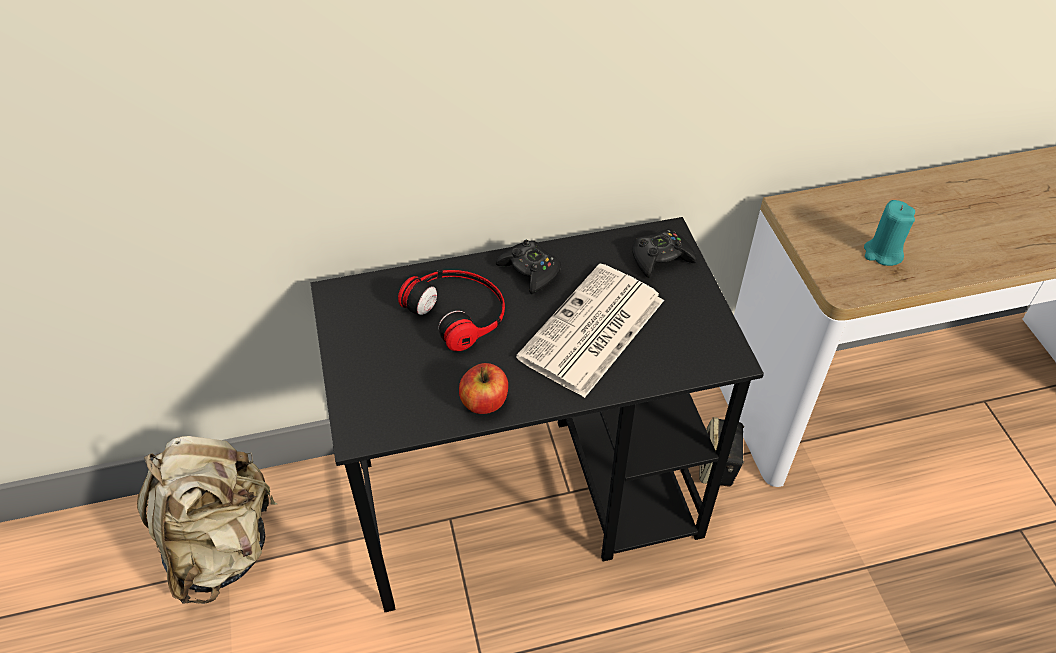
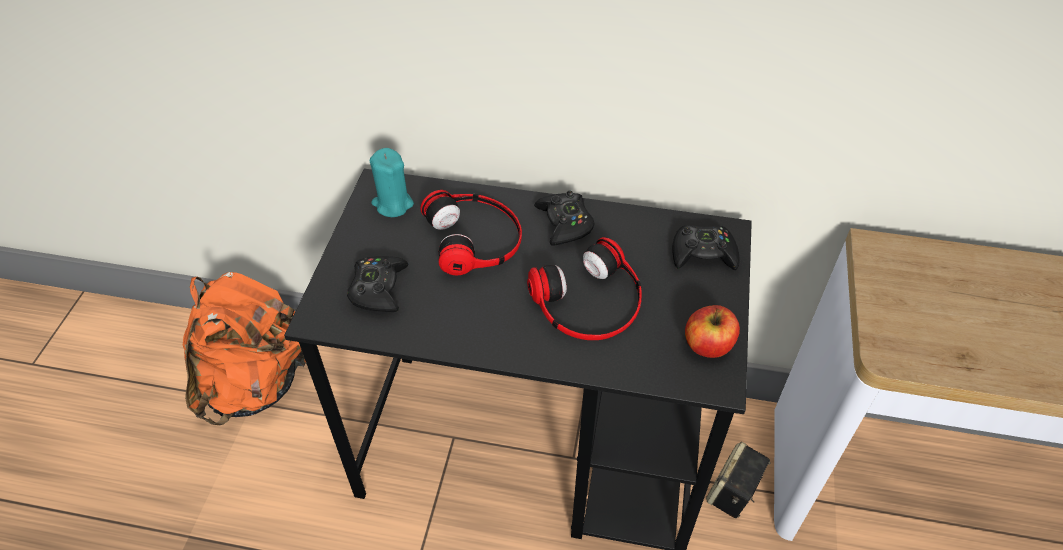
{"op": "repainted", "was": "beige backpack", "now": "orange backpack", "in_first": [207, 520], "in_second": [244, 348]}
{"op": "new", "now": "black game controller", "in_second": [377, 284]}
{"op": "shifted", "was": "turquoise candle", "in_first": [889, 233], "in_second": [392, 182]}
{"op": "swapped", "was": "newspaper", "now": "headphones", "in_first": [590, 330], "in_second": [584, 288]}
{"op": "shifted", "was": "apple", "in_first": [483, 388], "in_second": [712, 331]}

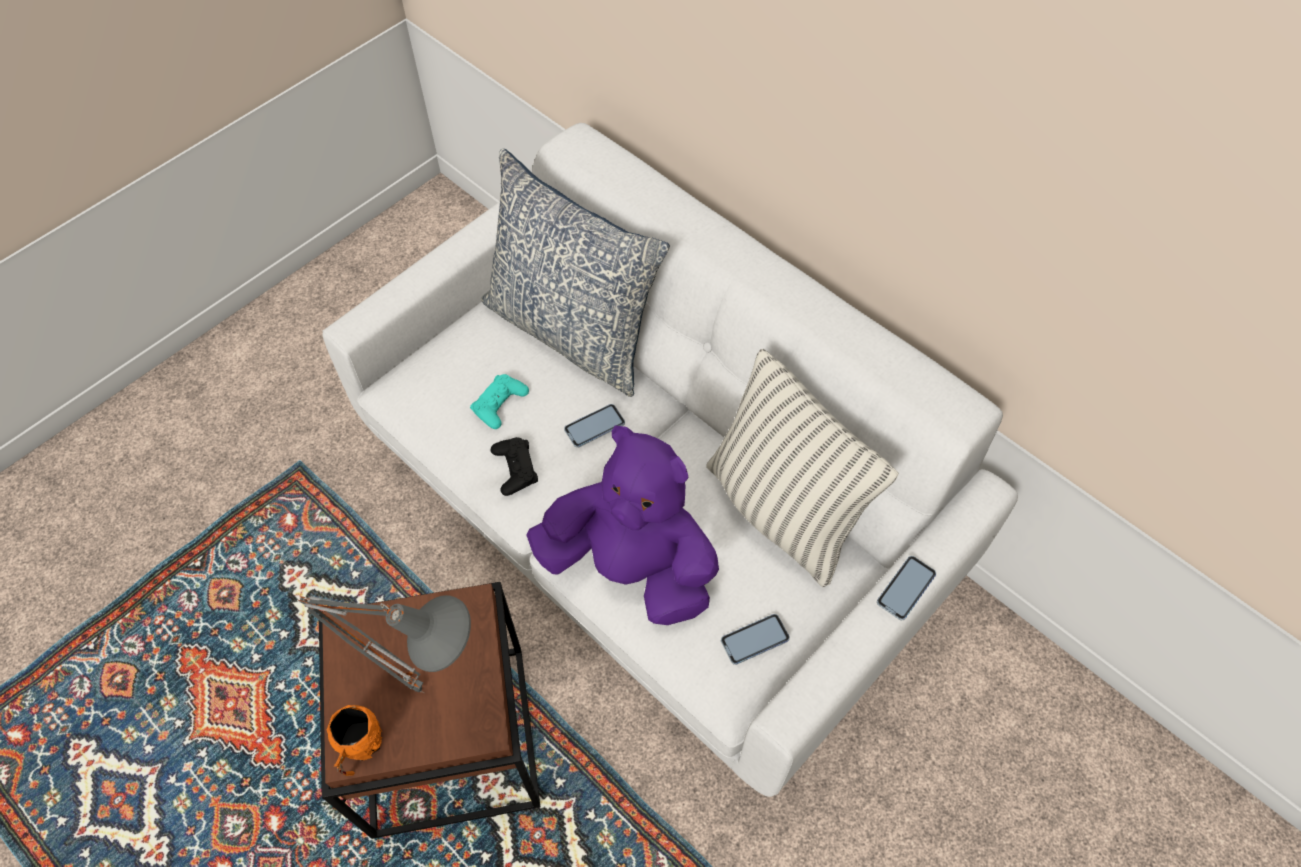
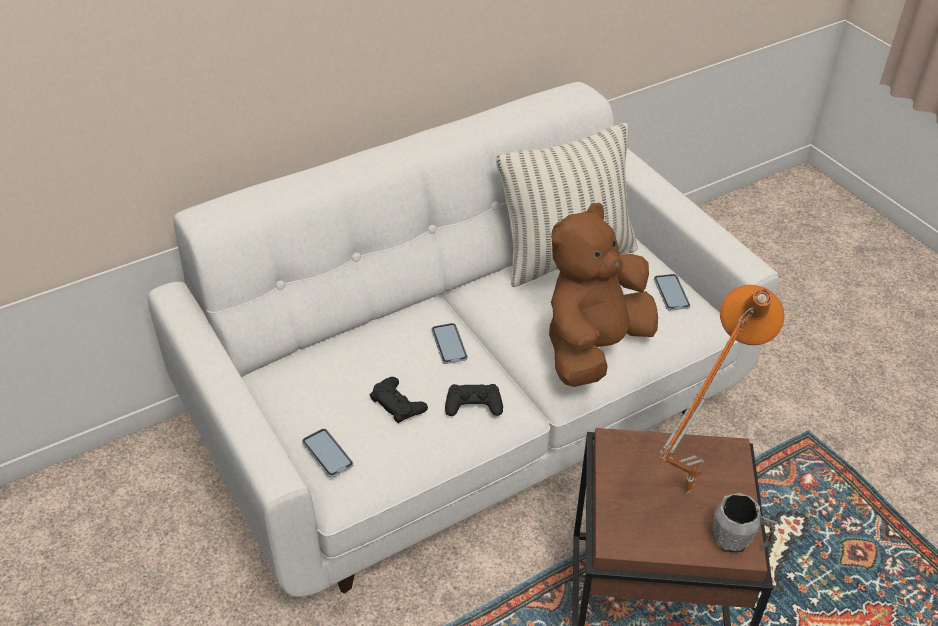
{"op": "shifted", "was": "phone", "in_first": [906, 588], "in_second": [327, 453]}
{"op": "repainted", "was": "turquoise game controller", "now": "black game controller", "in_first": [499, 401], "in_second": [398, 400]}
{"op": "repainted", "was": "purple plush toy", "now": "brown plush toy", "in_first": [622, 525], "in_second": [603, 295]}
{"op": "repainted", "was": "grey table lamp", "now": "orange table lamp", "in_first": [384, 644], "in_second": [721, 390]}
{"op": "repainted", "was": "orange mug", "now": "grey mug", "in_first": [354, 740], "in_second": [745, 522]}
{"op": "gone", "was": "pillow", "in_first": [575, 273]}

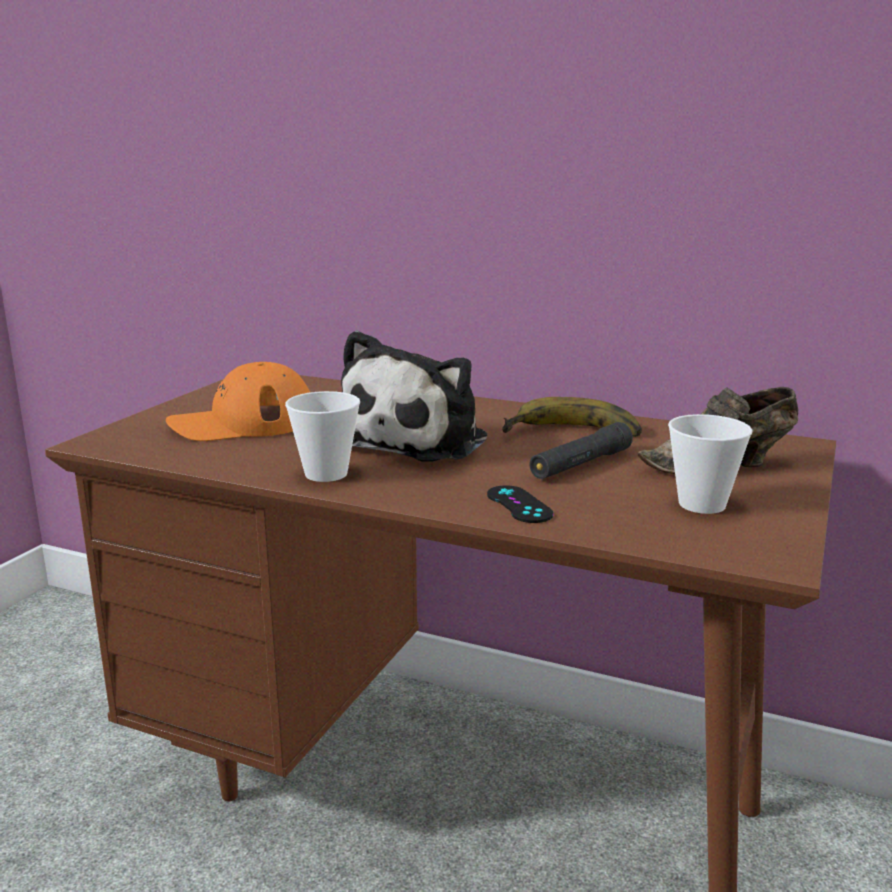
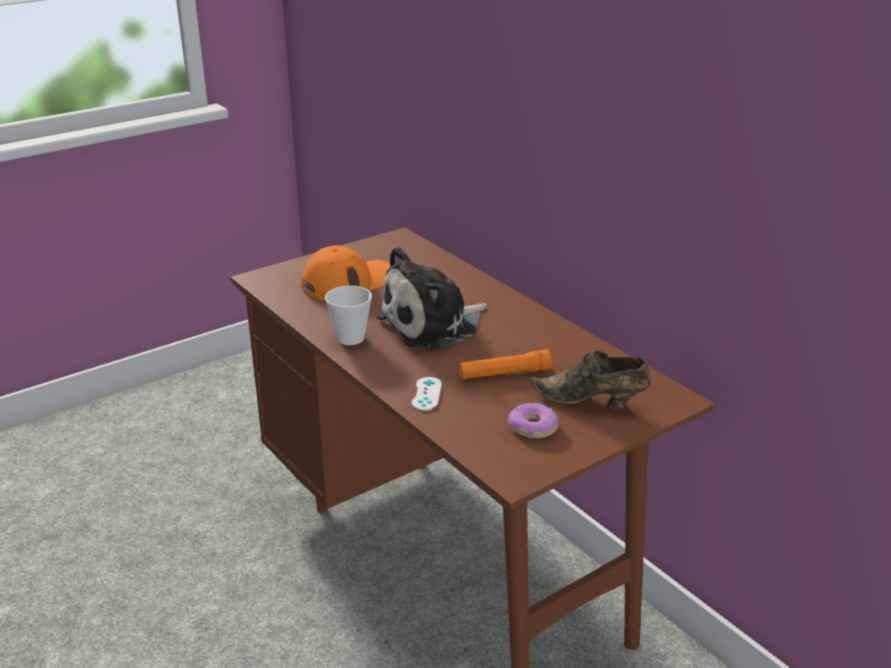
{"op": "rotated", "was": "orange cap", "in_first": [238, 401], "in_second": [346, 273], "clockwise": 135}
{"op": "repainted", "was": "black game controller", "now": "white game controller", "in_first": [520, 504], "in_second": [427, 394]}
{"op": "repainted", "was": "black flashlight", "now": "orange flashlight", "in_first": [581, 450], "in_second": [505, 364]}
{"op": "swapped", "was": "cup", "now": "donut", "in_first": [710, 464], "in_second": [533, 420]}
{"op": "gone", "was": "banana", "in_first": [572, 417]}

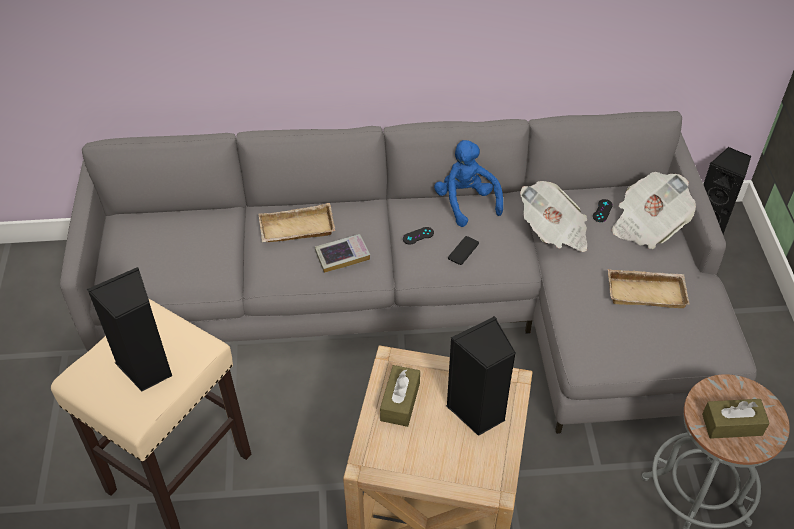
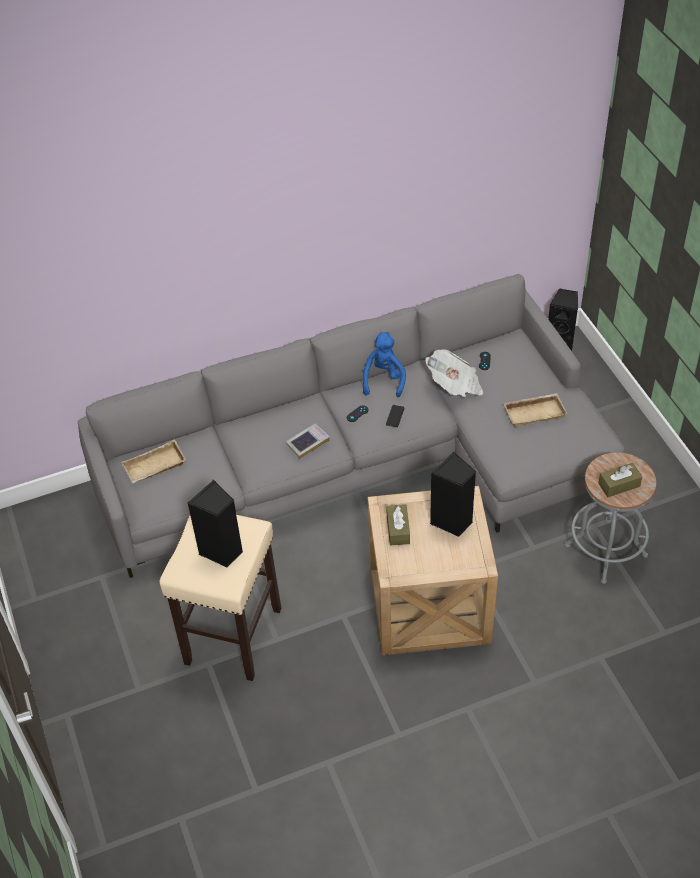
{"op": "shifted", "was": "beige tray", "in_first": [296, 222], "in_second": [154, 461]}
{"op": "rotated", "was": "blue plush toy", "in_first": [468, 183], "in_second": [384, 364], "clockwise": 45}
{"op": "gone", "was": "newspaper", "in_first": [654, 210]}

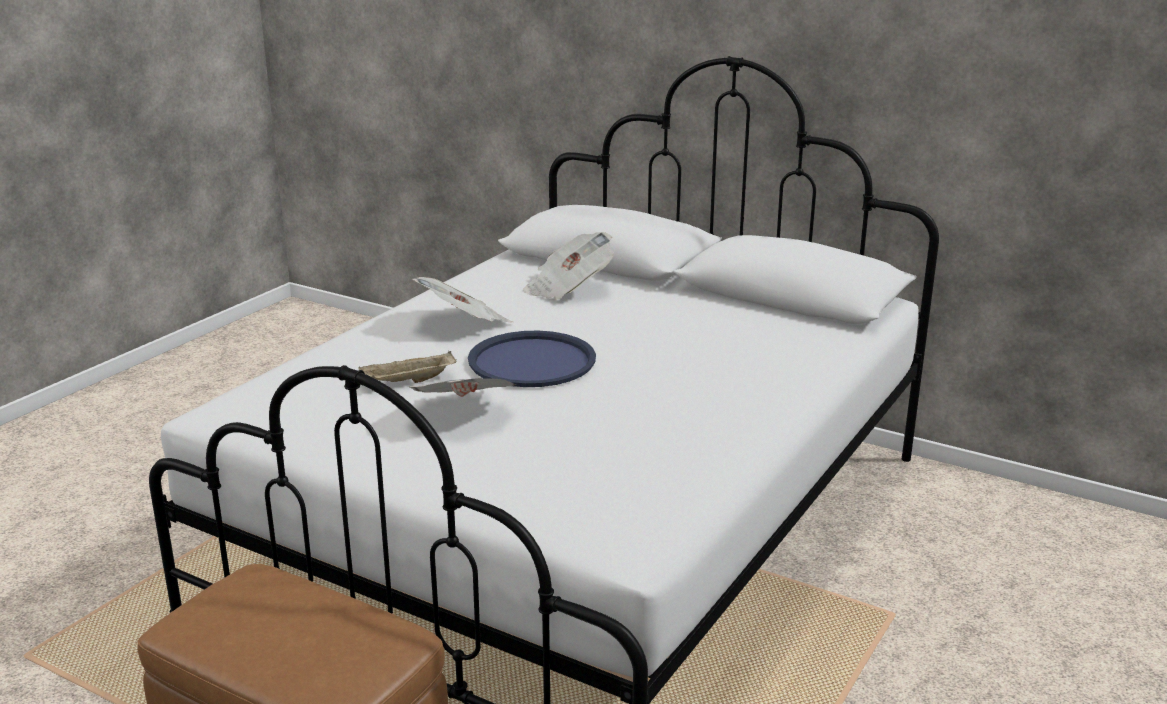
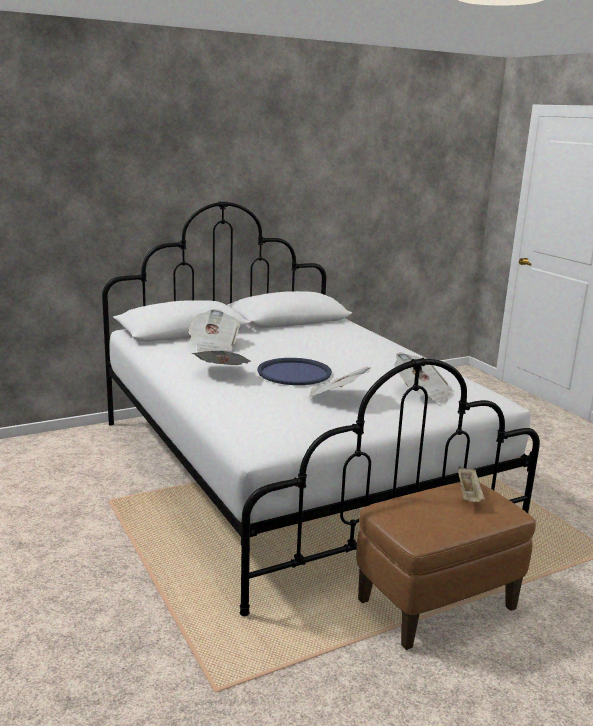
{"op": "new", "now": "newspaper", "in_second": [423, 378]}
{"op": "shifted", "was": "beige tray", "in_first": [407, 367], "in_second": [471, 484]}

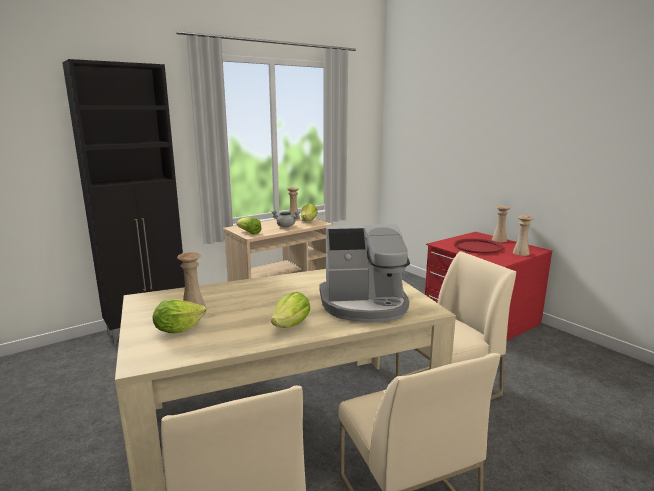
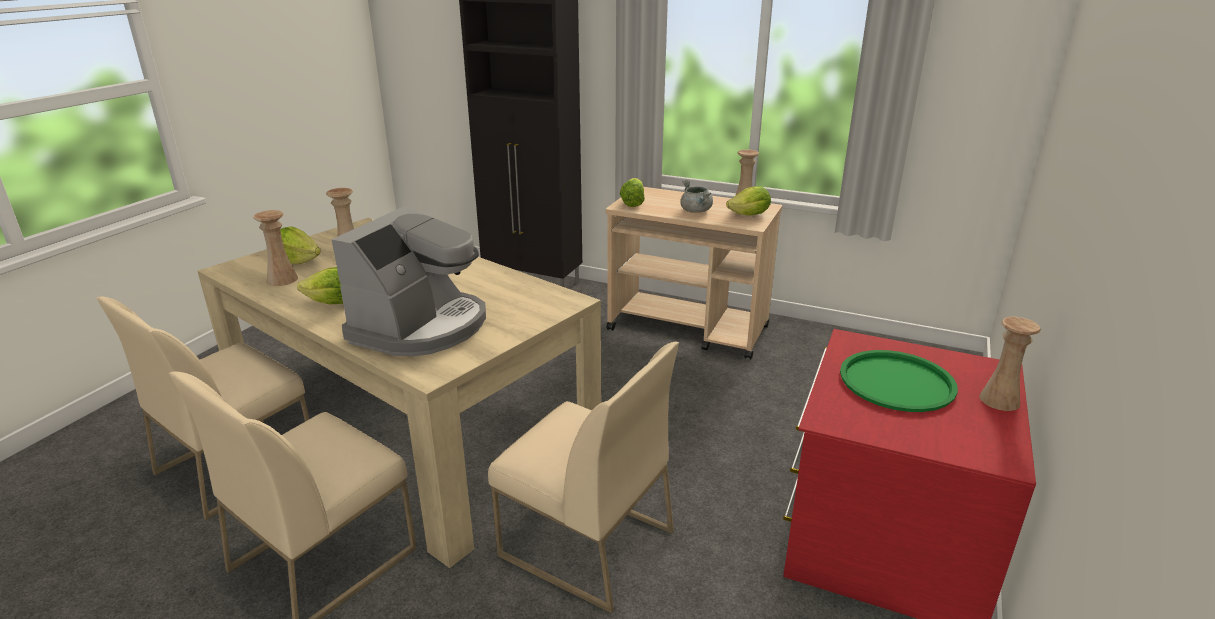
{"op": "shifted", "was": "beige vase", "in_first": [523, 236], "in_second": [275, 248]}
{"op": "rotated", "was": "coffee machine", "in_first": [364, 273], "in_second": [408, 281], "clockwise": -120}
{"op": "repainted", "was": "red tray", "now": "green tray", "in_first": [478, 246], "in_second": [899, 381]}

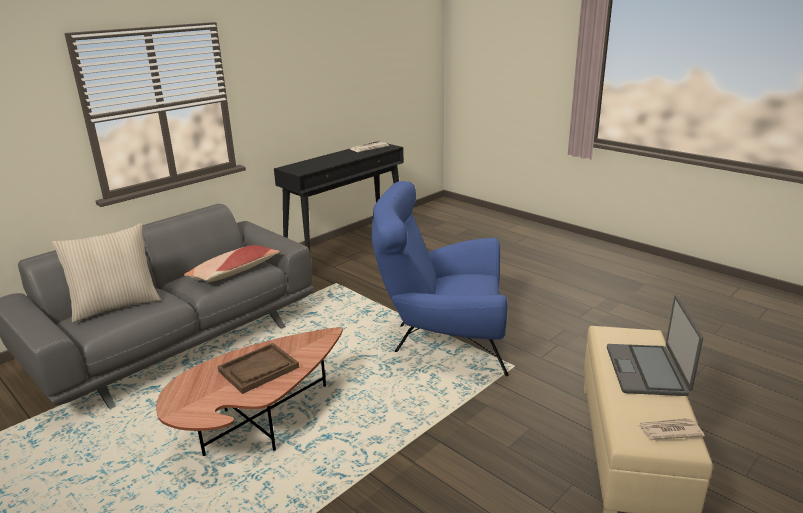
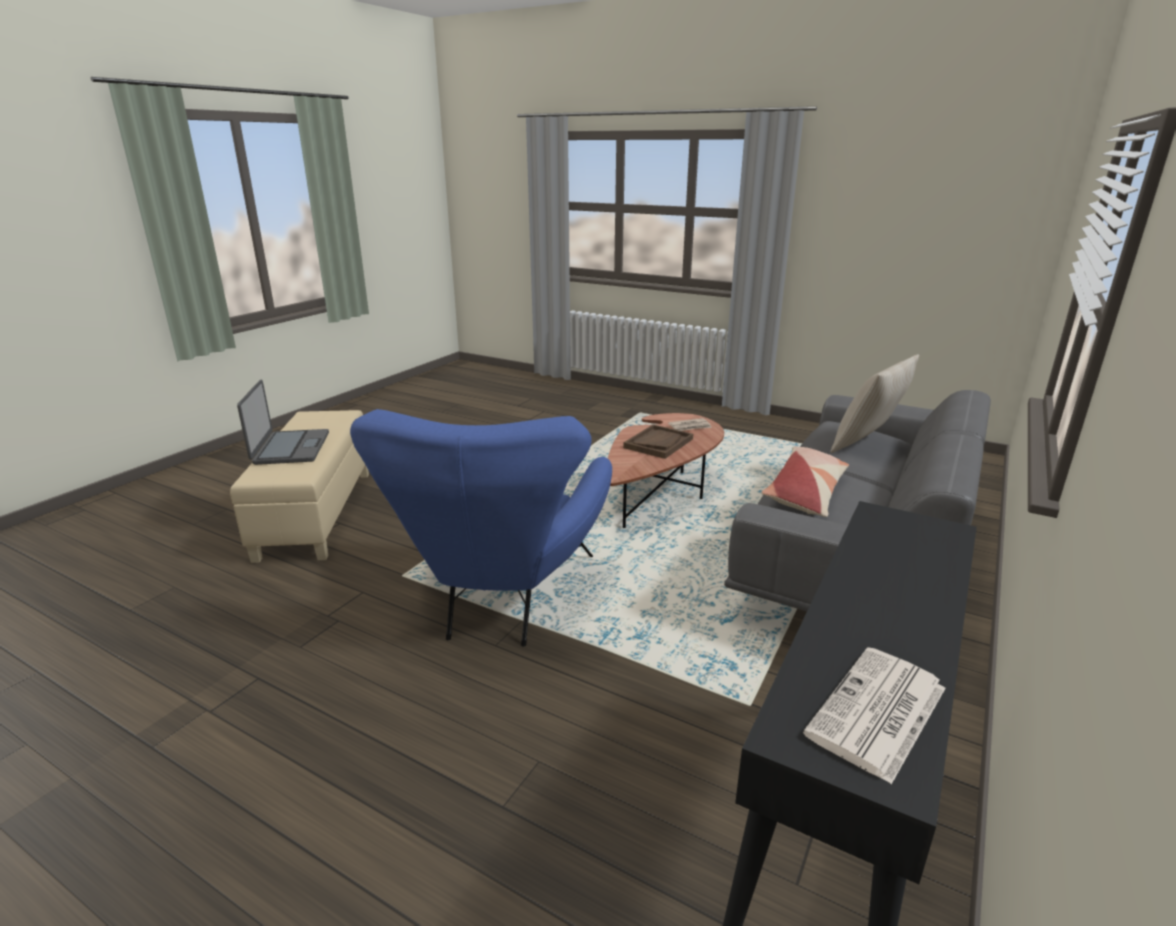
{"op": "rotated", "was": "blue armchair", "in_first": [440, 278], "in_second": [481, 528], "clockwise": 105}
{"op": "shifted", "was": "newspaper", "in_first": [671, 429], "in_second": [690, 424]}

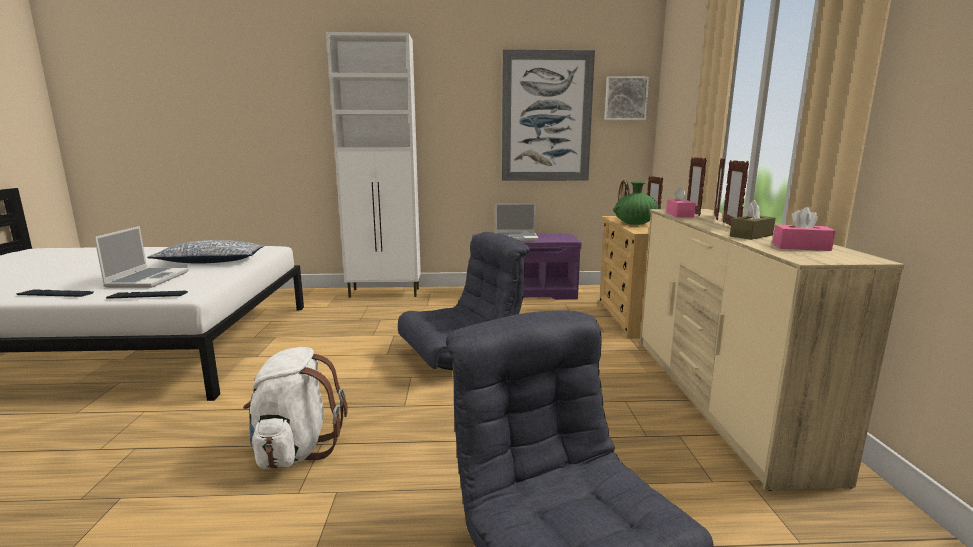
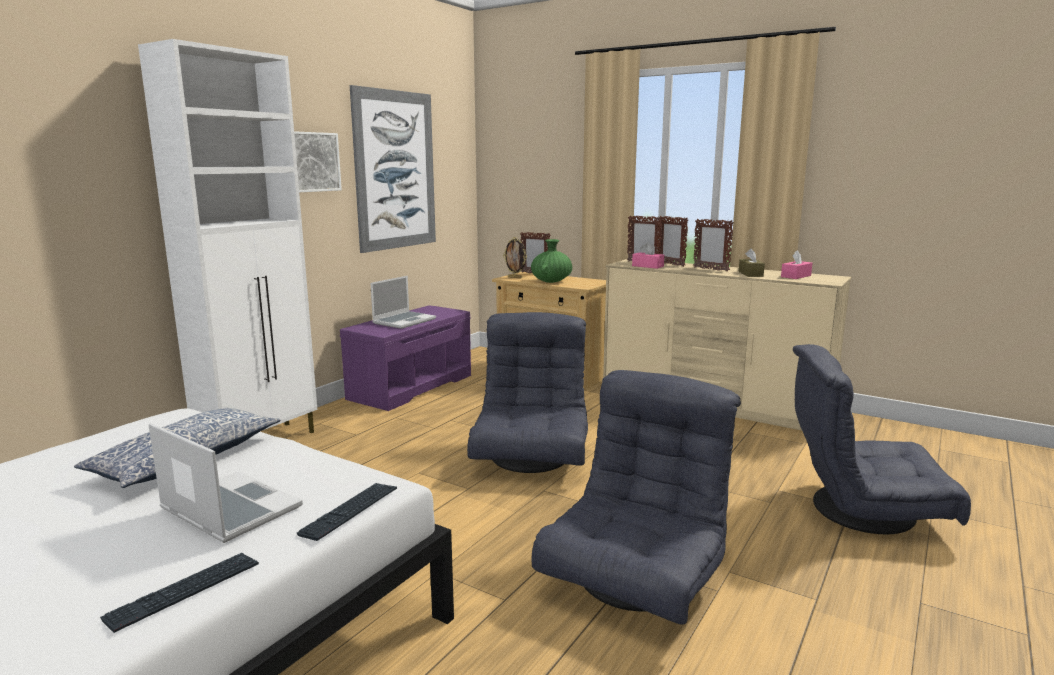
{"op": "shifted", "was": "picture", "in_first": [626, 98], "in_second": [318, 161]}
{"op": "swapped", "was": "white backpack", "now": "grey armchair", "in_first": [295, 408], "in_second": [636, 497]}

